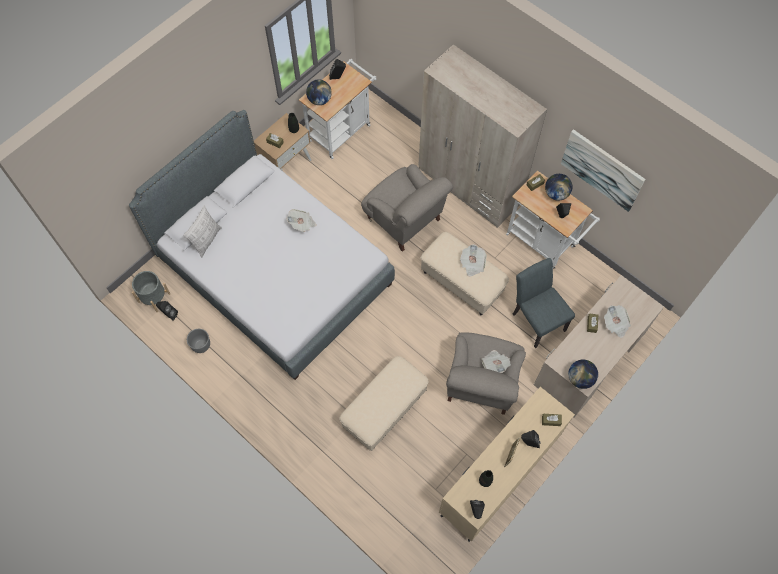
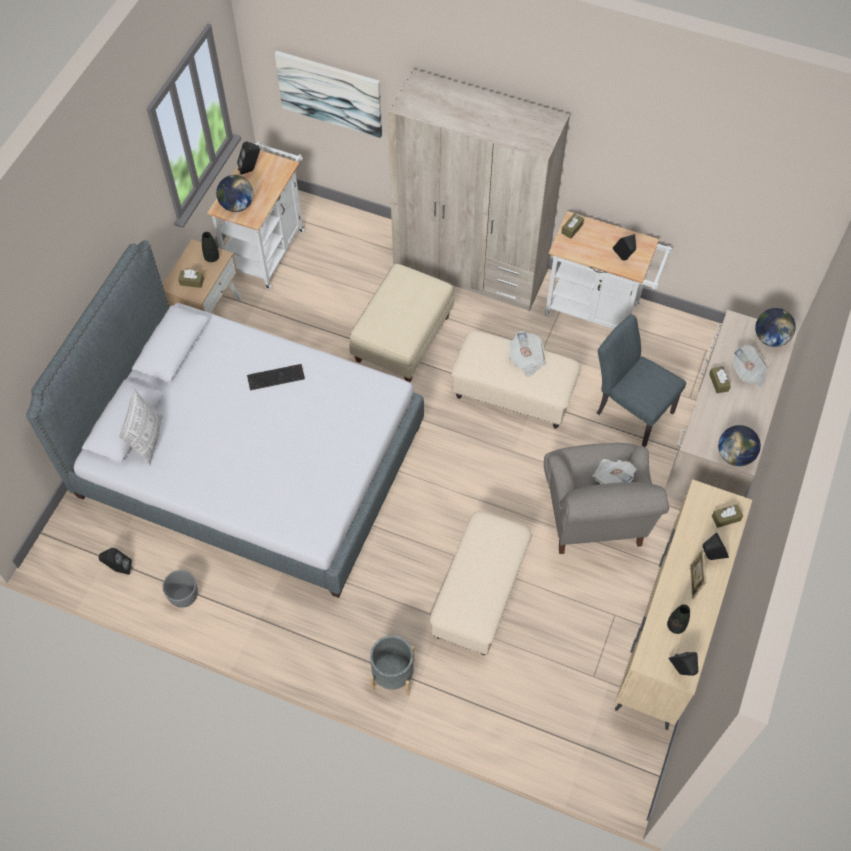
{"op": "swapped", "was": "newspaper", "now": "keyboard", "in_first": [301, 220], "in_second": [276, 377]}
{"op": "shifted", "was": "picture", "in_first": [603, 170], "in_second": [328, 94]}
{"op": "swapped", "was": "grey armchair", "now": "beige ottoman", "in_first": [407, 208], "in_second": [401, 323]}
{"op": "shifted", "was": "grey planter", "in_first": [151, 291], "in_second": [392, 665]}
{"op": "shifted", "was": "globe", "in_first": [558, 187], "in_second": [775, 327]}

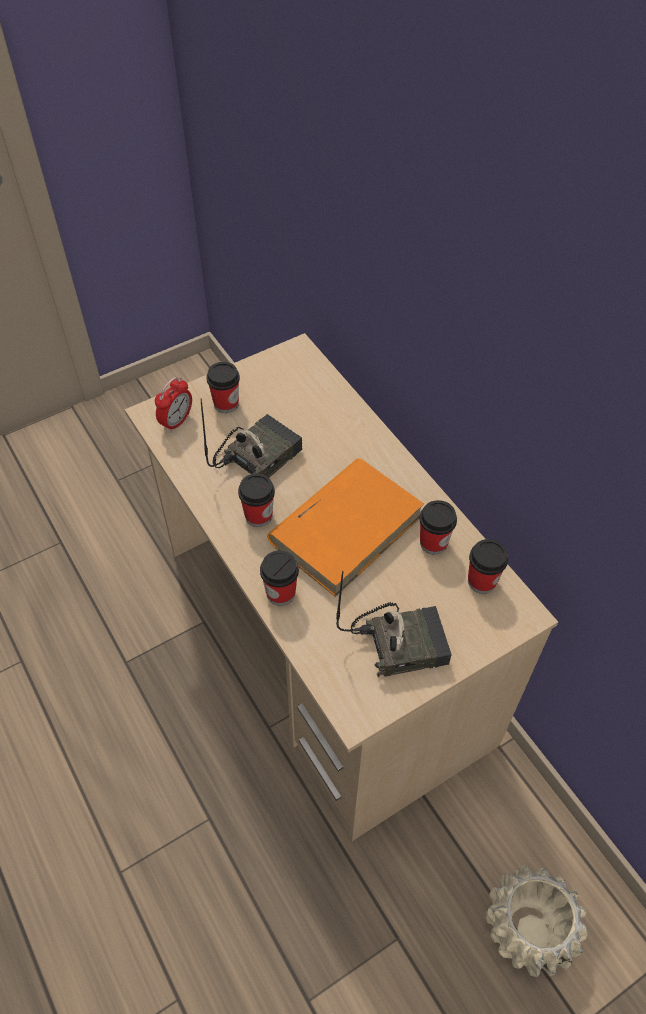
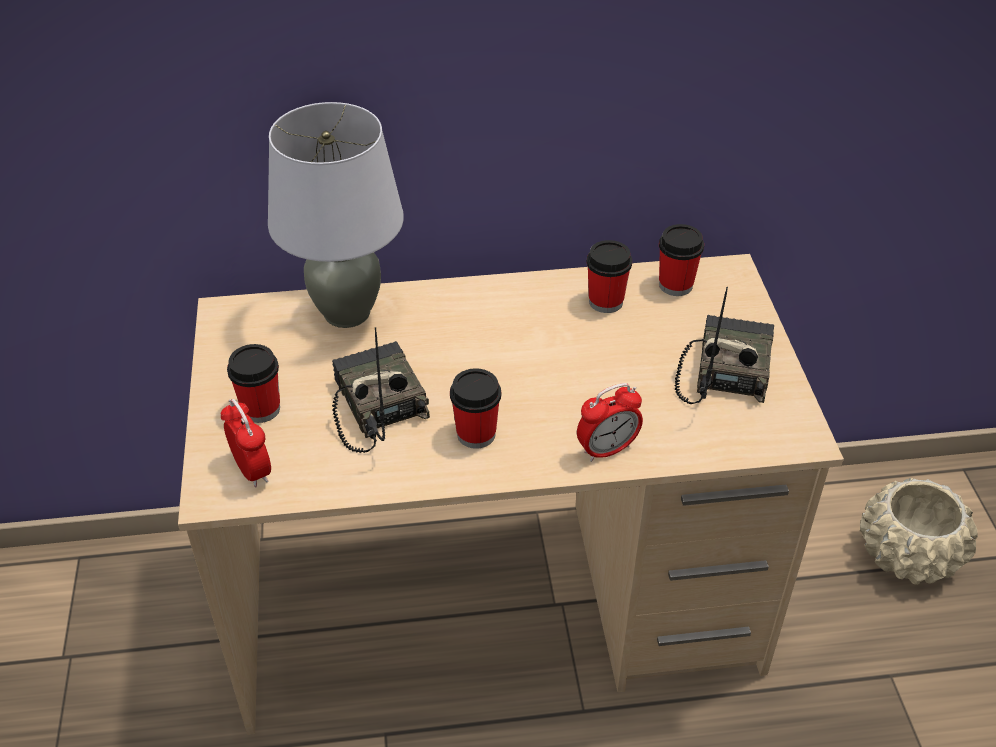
{"op": "new", "now": "grey table lamp", "in_second": [336, 215]}
{"op": "swapped", "was": "cup", "now": "alarm clock", "in_first": [279, 578], "in_second": [610, 422]}
{"op": "gone", "was": "orange book", "in_first": [345, 527]}

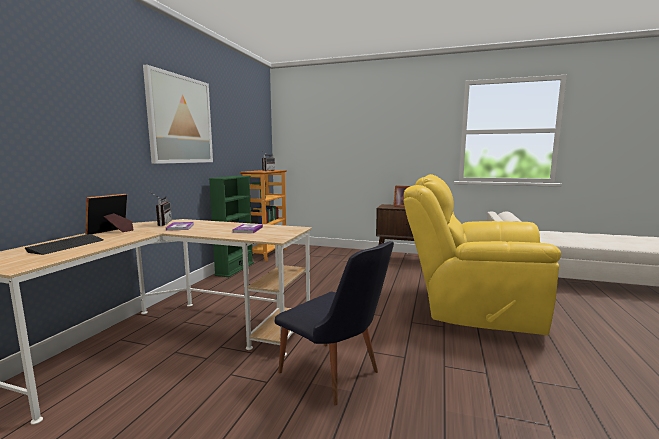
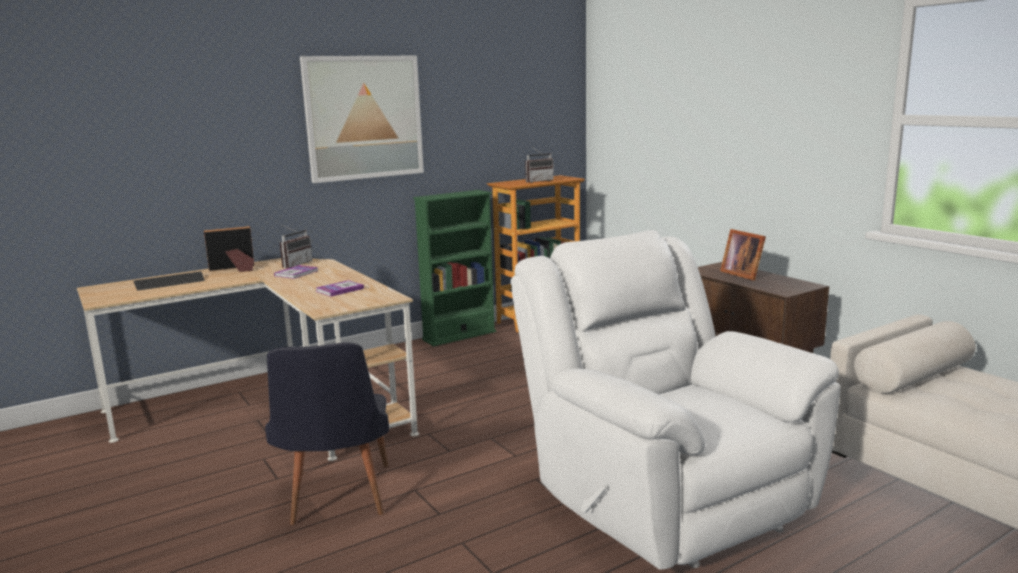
{"op": "repainted", "was": "yellow armchair", "now": "white armchair", "in_first": [482, 254], "in_second": [675, 400]}

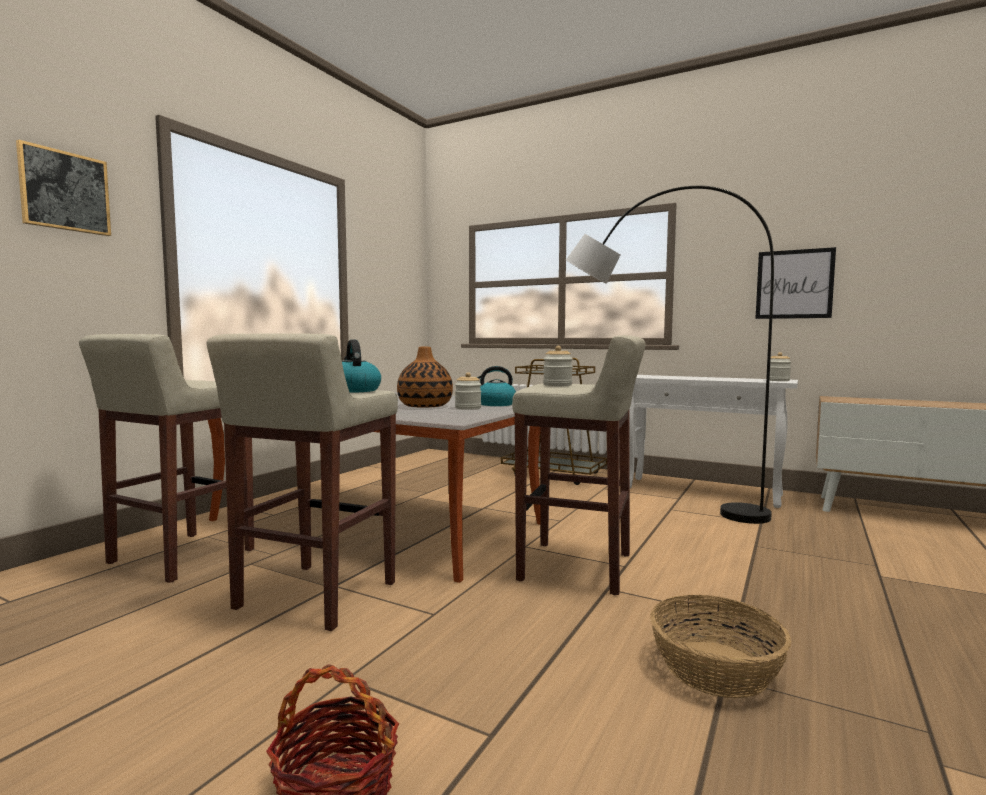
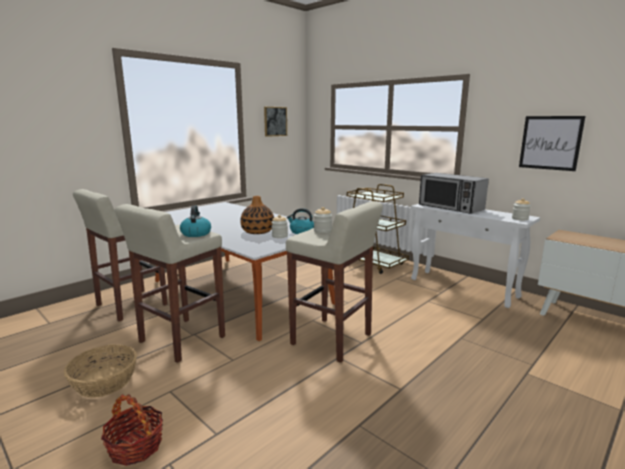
{"op": "shifted", "was": "basket", "in_first": [720, 647], "in_second": [100, 371]}
{"op": "shifted", "was": "picture", "in_first": [63, 188], "in_second": [275, 122]}
{"op": "new", "now": "microwave", "in_second": [454, 193]}
{"op": "gone", "was": "grey floor lamp", "in_first": [670, 355]}

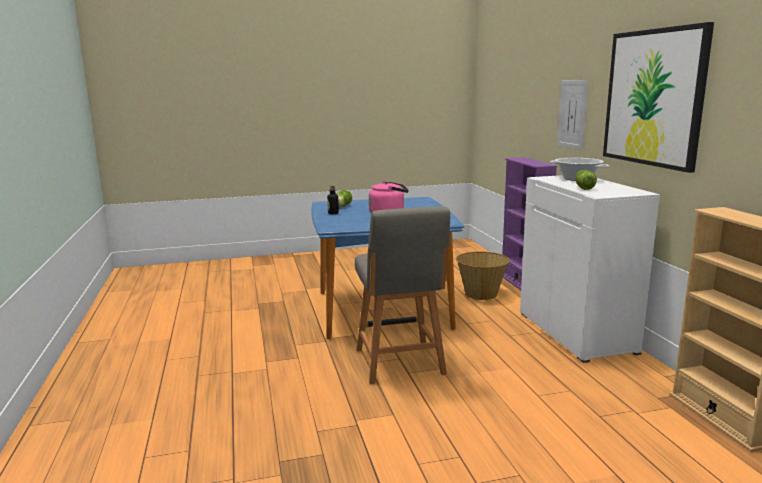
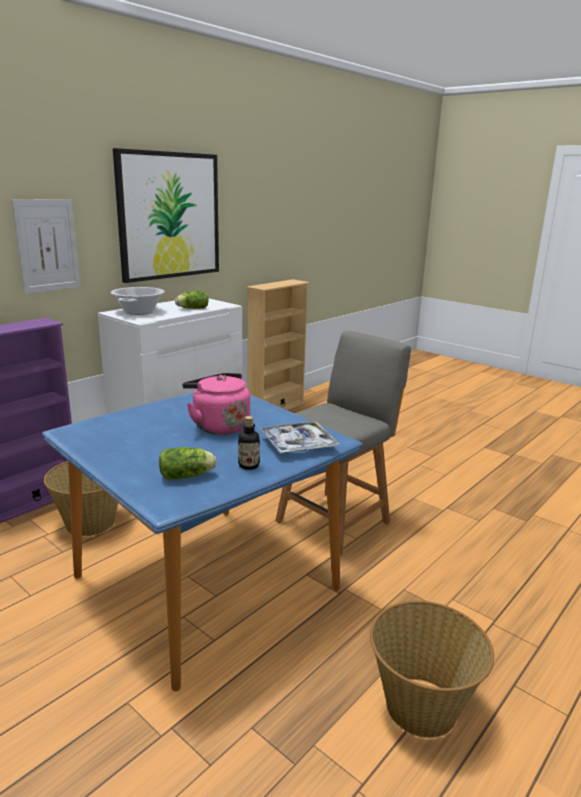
{"op": "new", "now": "tray", "in_second": [300, 437]}
{"op": "new", "now": "basket", "in_second": [432, 669]}

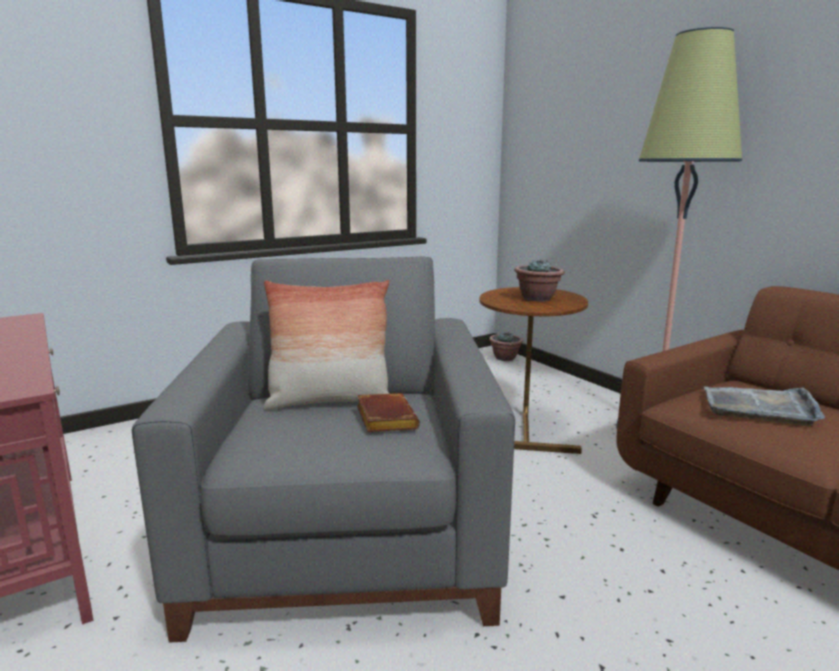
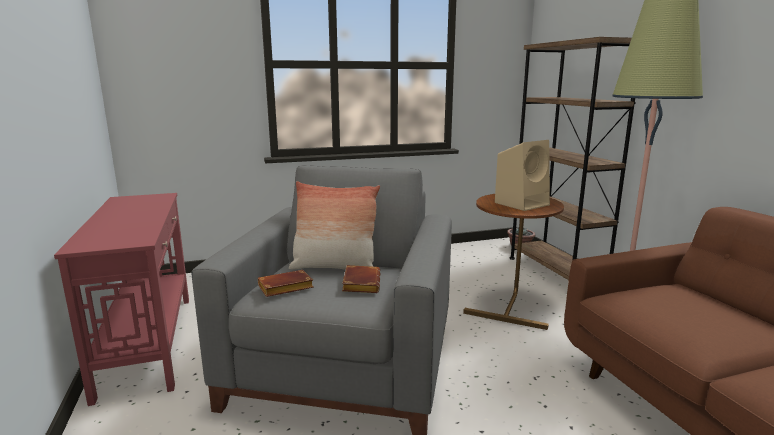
{"op": "new", "now": "brown book", "in_second": [286, 283]}
{"op": "swapped", "was": "potted plant", "now": "beige speaker", "in_first": [539, 280], "in_second": [522, 175]}
{"op": "new", "now": "brown bookcase", "in_second": [572, 158]}
{"op": "gone", "was": "grey tray", "in_first": [764, 406]}

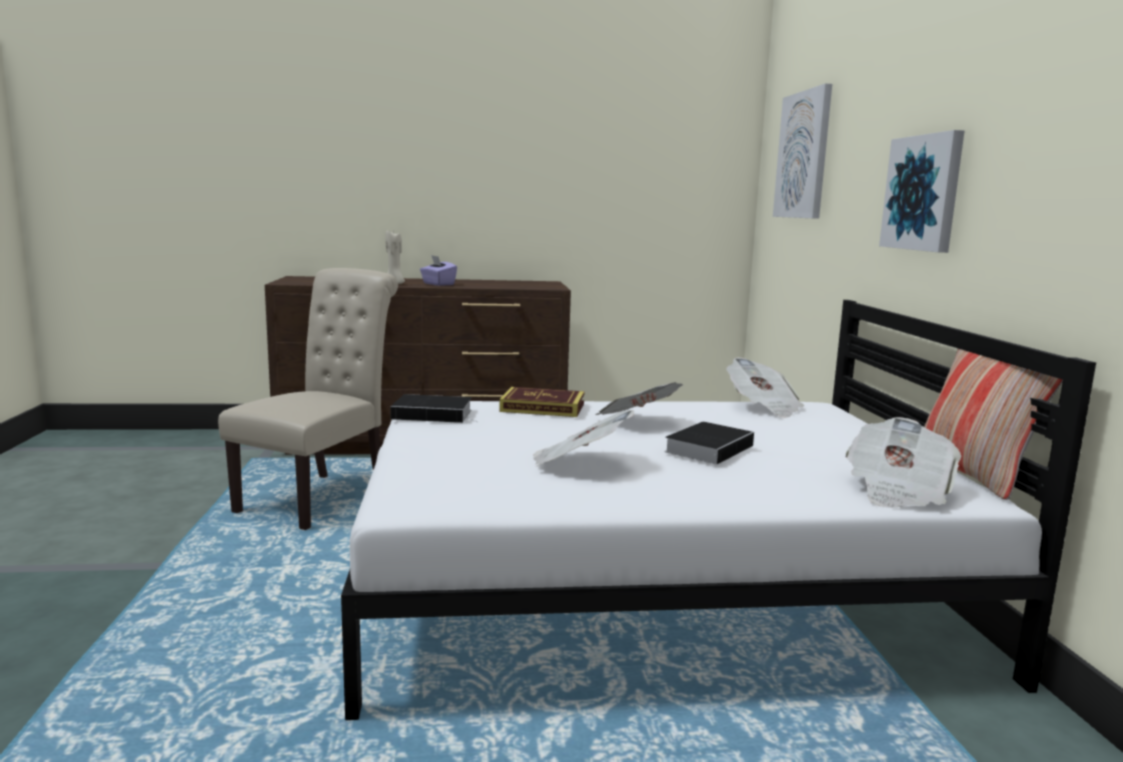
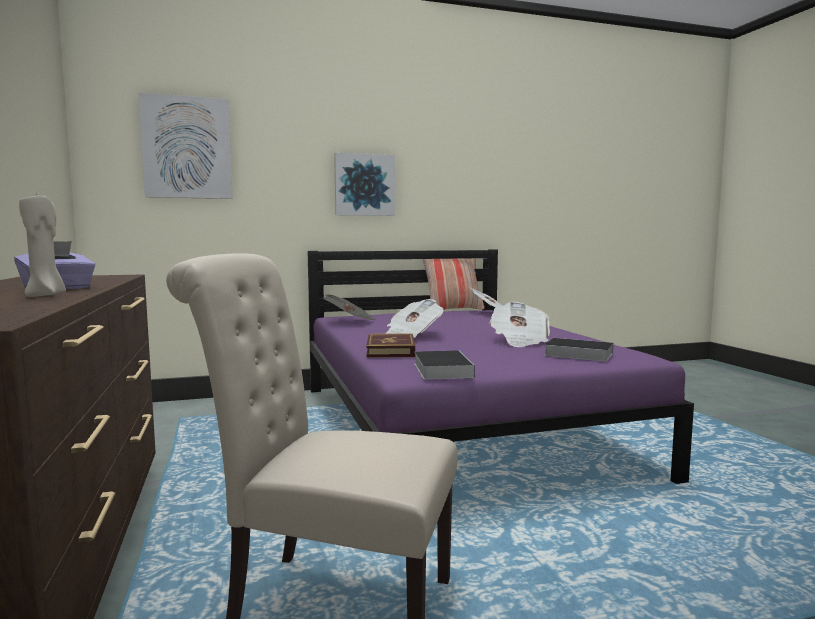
{"op": "repainted", "was": "white bed", "now": "purple bed", "in_first": [718, 510], "in_second": [501, 366]}
{"op": "shifted", "was": "book", "in_first": [709, 443], "in_second": [578, 350]}

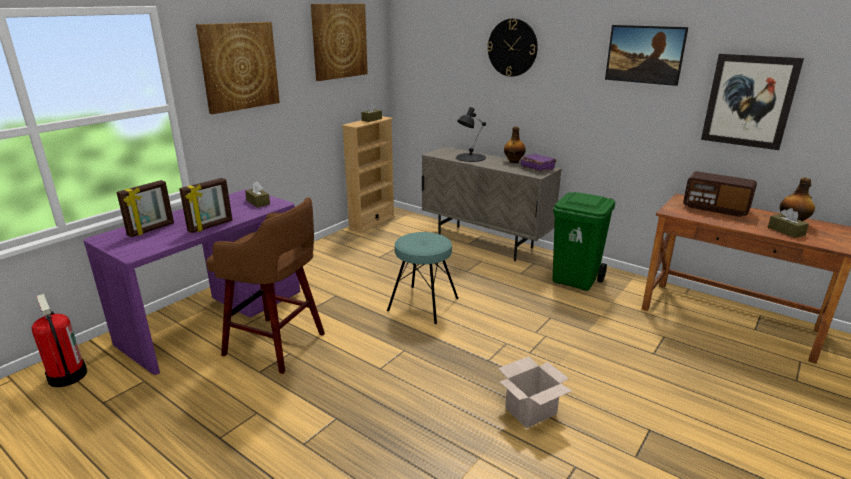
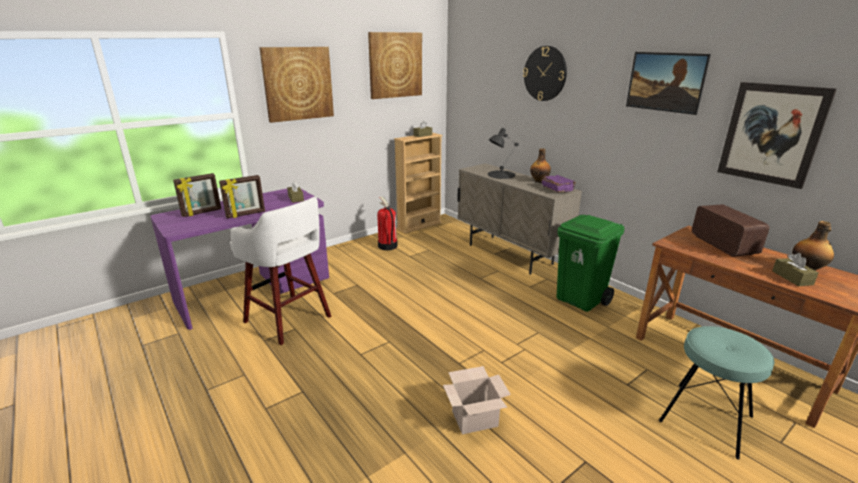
{"op": "repainted", "was": "brown stool", "now": "white stool", "in_first": [265, 285], "in_second": [280, 271]}
{"op": "shifted", "was": "fire extinguisher", "in_first": [59, 340], "in_second": [387, 223]}
{"op": "shifted", "was": "turquoise stool", "in_first": [423, 278], "in_second": [717, 392]}
{"op": "rotated", "was": "radio", "in_first": [720, 194], "in_second": [730, 230], "clockwise": -150}

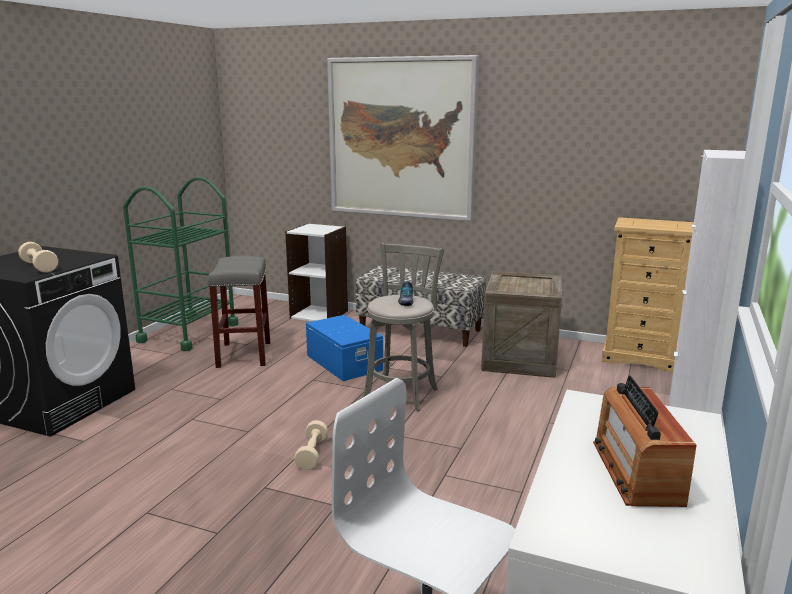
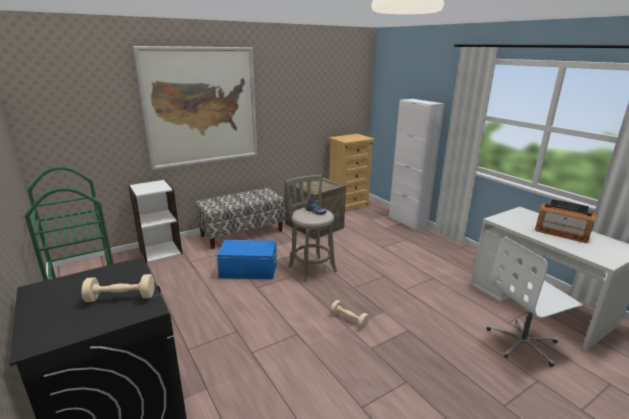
{"op": "gone", "was": "grey stool", "in_first": [239, 312]}

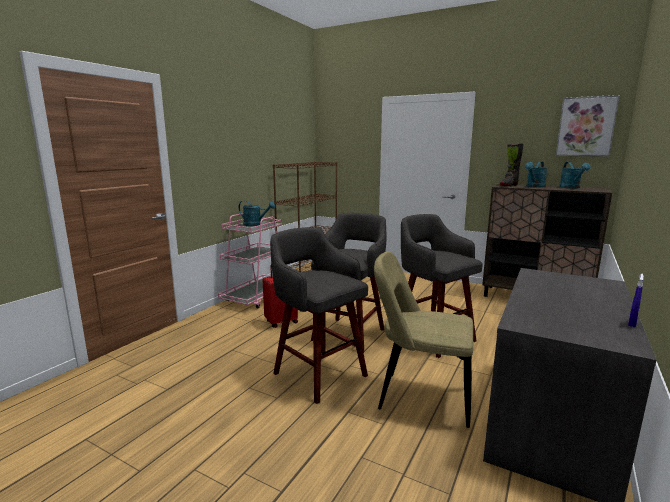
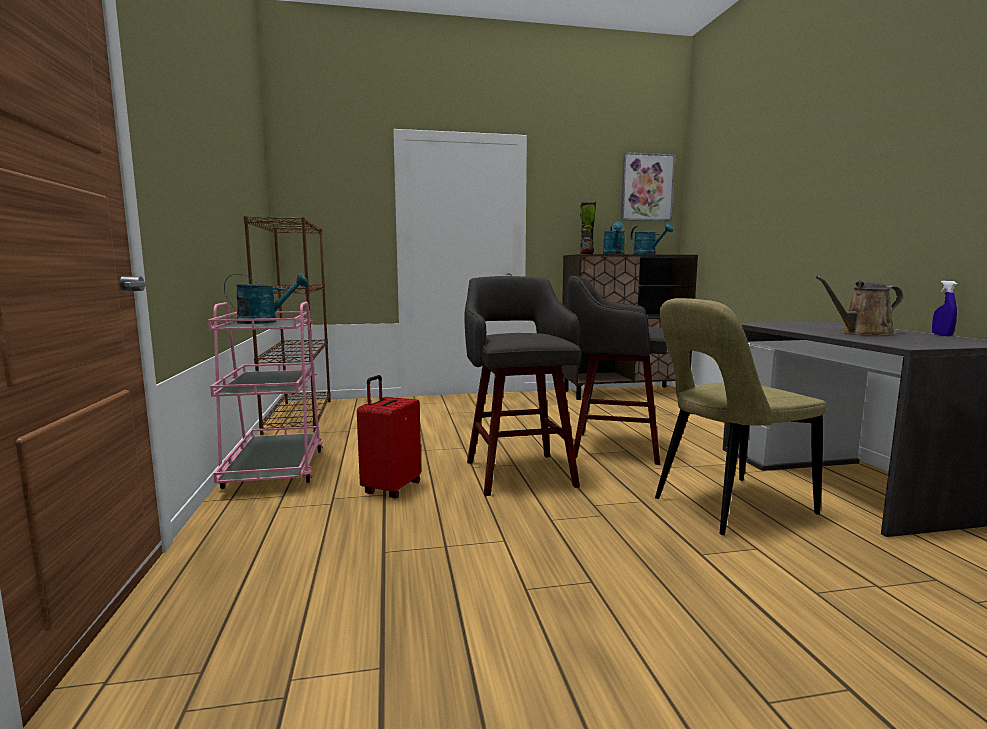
{"op": "new", "now": "brown watering can", "in_second": [859, 305]}
{"op": "gone", "was": "grey stool", "in_first": [319, 315]}

